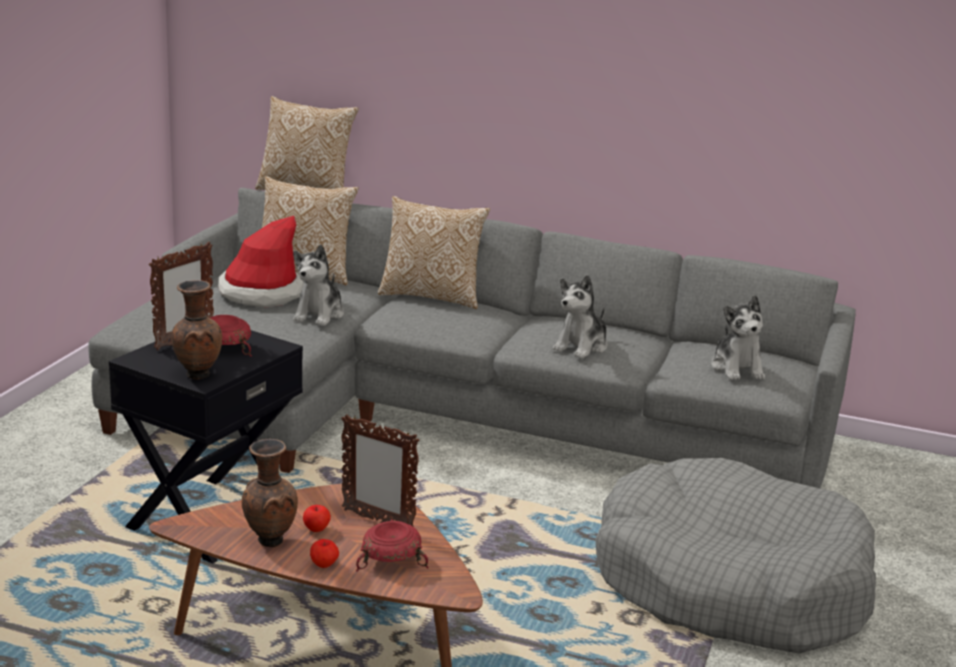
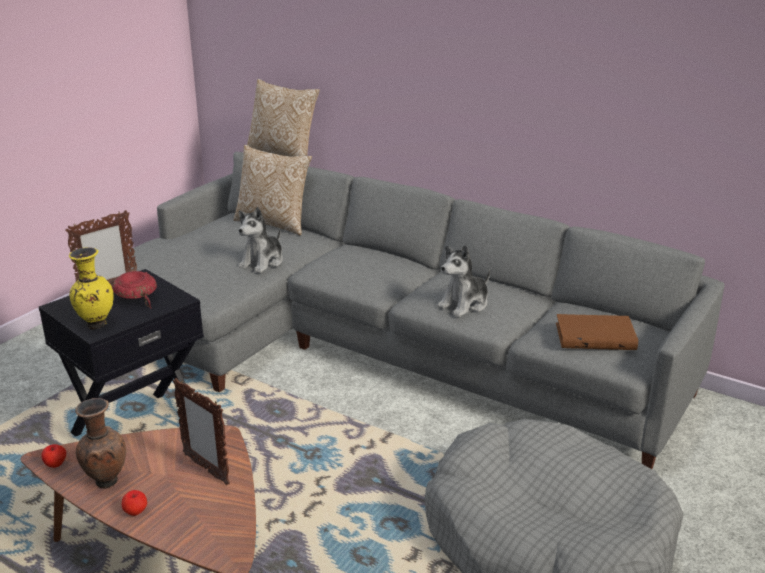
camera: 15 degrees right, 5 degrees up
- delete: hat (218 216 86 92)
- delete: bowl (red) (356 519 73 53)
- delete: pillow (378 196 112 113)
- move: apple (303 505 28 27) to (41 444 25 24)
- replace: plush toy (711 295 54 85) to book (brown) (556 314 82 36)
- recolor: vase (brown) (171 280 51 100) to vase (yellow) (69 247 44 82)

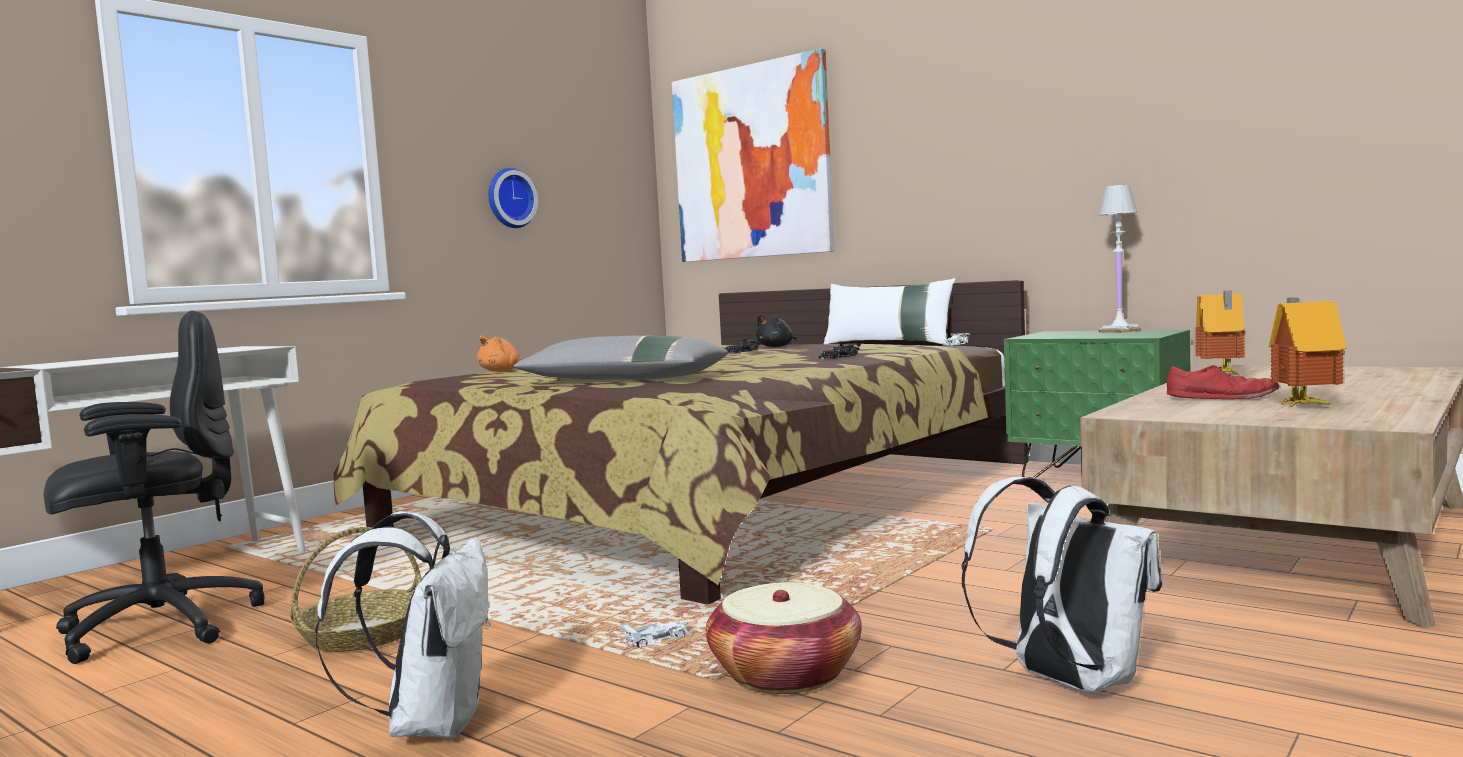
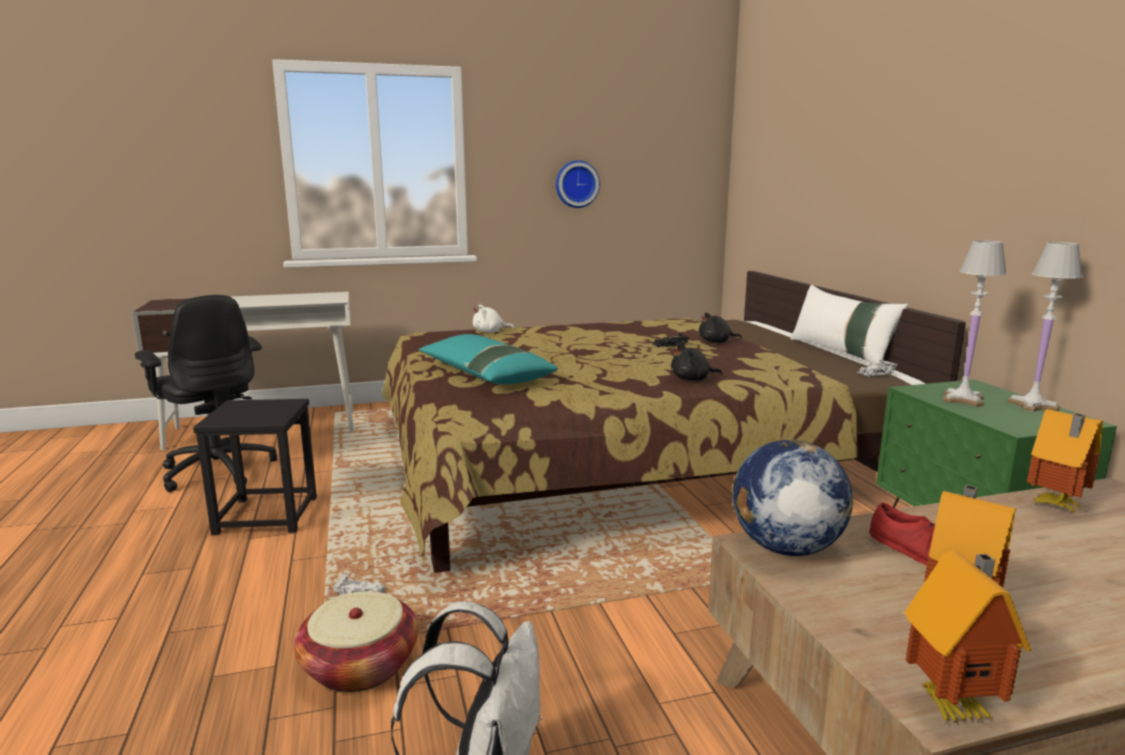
camera: 35 degrees right, 10 degrees up
- delete: backpack (white) (315 511 176 227)
- delete: picture (672 48 163 214)
- insert: globe (732 440 122 116)
- insert: toy house (904 551 127 172)
- insert: table lamp (white) (942 240 65 167)
- replace: basket (291 527 131 125) to stool (black) (193 399 124 136)
- replace: toy car (black) (819 343 42 16) to plush toy (black) (671 344 52 37)
- recolor: plush toy (orange) (477 336 48 36) to plush toy (white) (473 304 41 29)
- recolor: pillow (grey) (513 336 215 44) to pillow (turquoise) (419 334 139 50)
- rotate: office chair (black) (44 310 221 354) = (135 295 142 197) 45 degrees clockwise

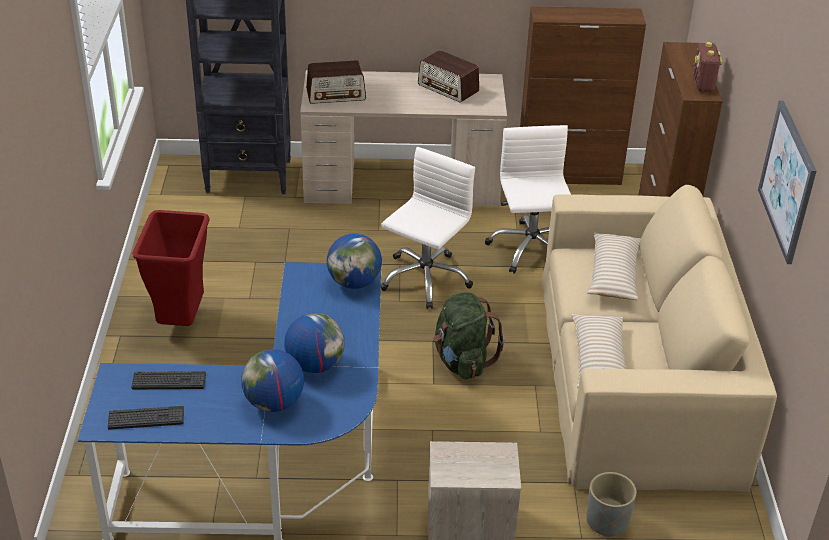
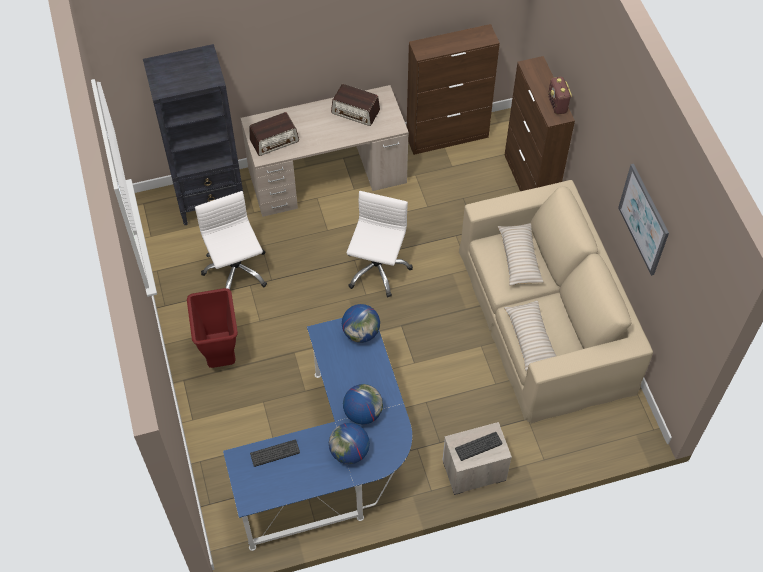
camera: 15 degrees left, 20 degrees up
- delete: backpack (green) (433 292 72 87)
- delete: planter (grey) (587 472 50 65)
- move: keyboard (108 406 76 24) to (455 432 47 29)
- move: office chair (white) (485 125 86 149) to (195 191 72 98)

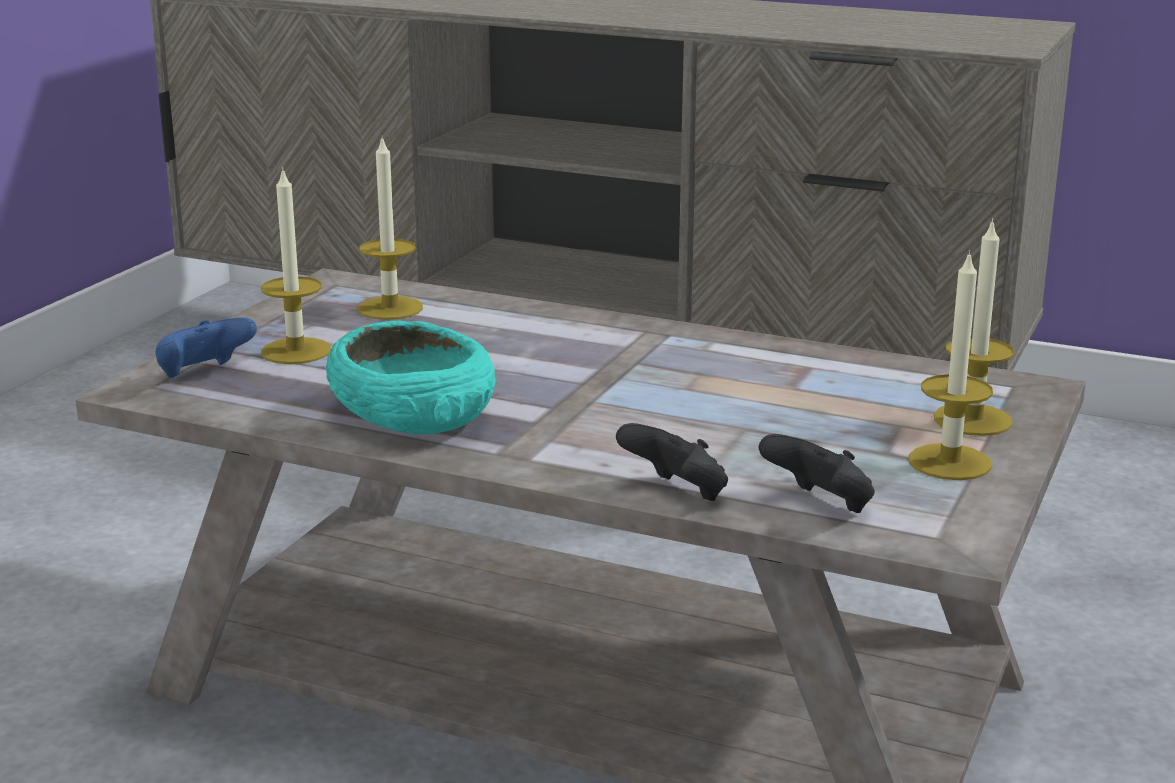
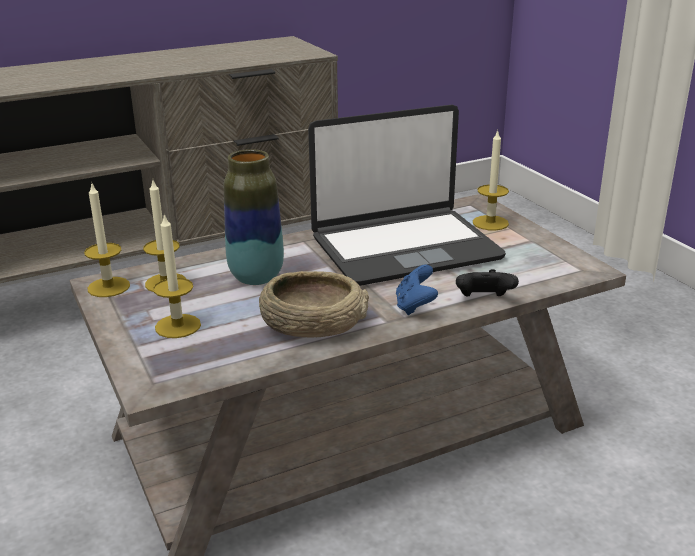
camera: 50 degrees left, 5 degrees up
- delete: game controller (black) (759 434 116 79)
- insert: vase (224 149 60 136)
- insert: laptop (308 105 198 181)
- move: game controller (blue) (155 317 102 61) to (396 265 42 50)
- move: candle (909 250 84 230) to (84 182 46 115)
- recolor: bowl (turquoise) (326 320 170 114) to bowl (beige) (259 271 110 67)

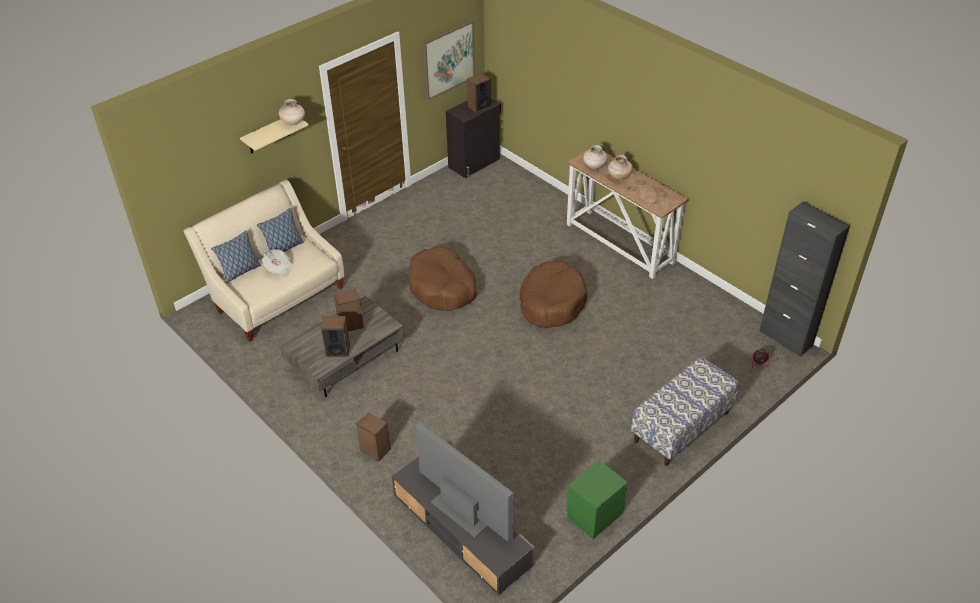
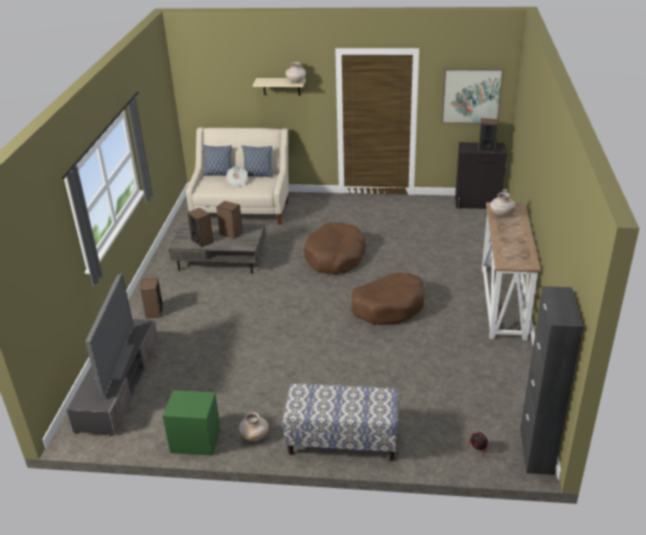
camera: 50 degrees right, 10 degrees down
- move: vase (beige) (608 155 25 25) to (239 412 29 29)

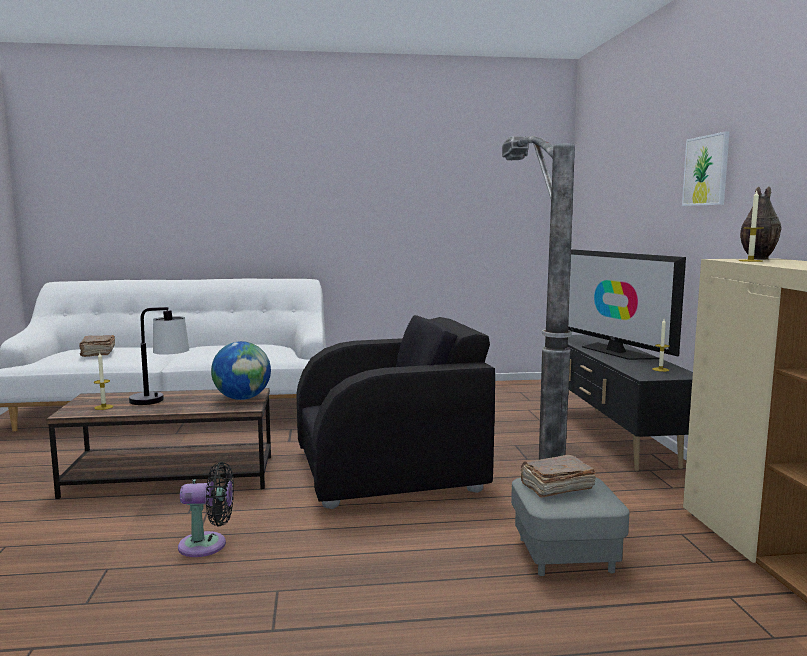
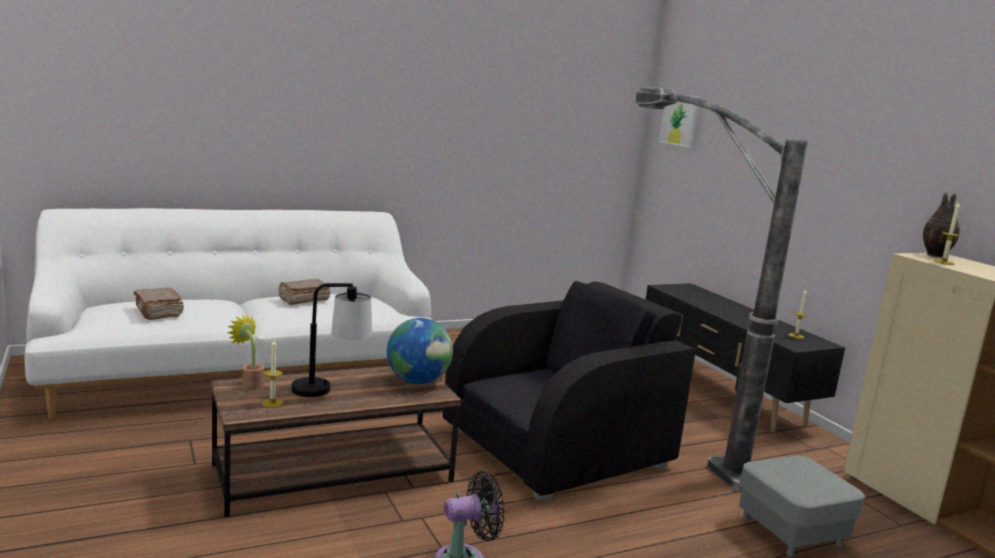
camera: 20 degrees left, 5 degrees up
- delete: television (568 249 118 111)
- insert: potted plant (227 314 37 75)
- move: book (brown) (520 455 76 43) to (279 279 52 26)
- move: picture (682 131 48 75) to (659 95 41 53)

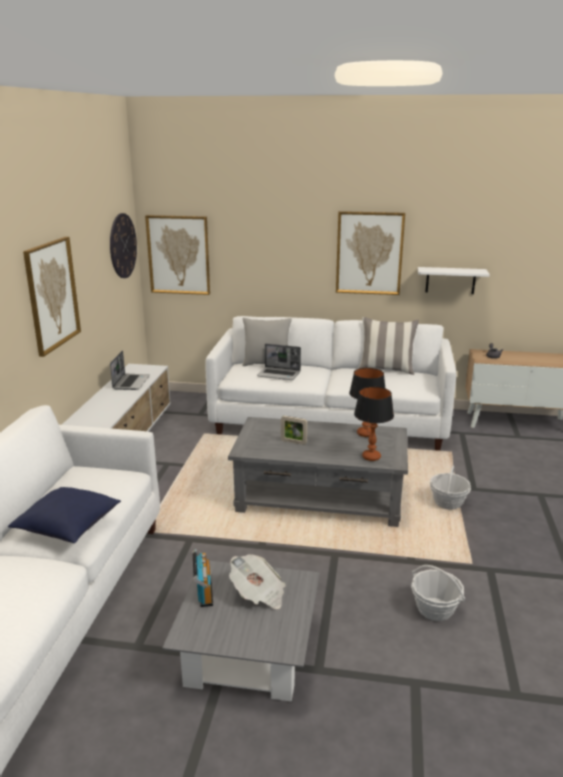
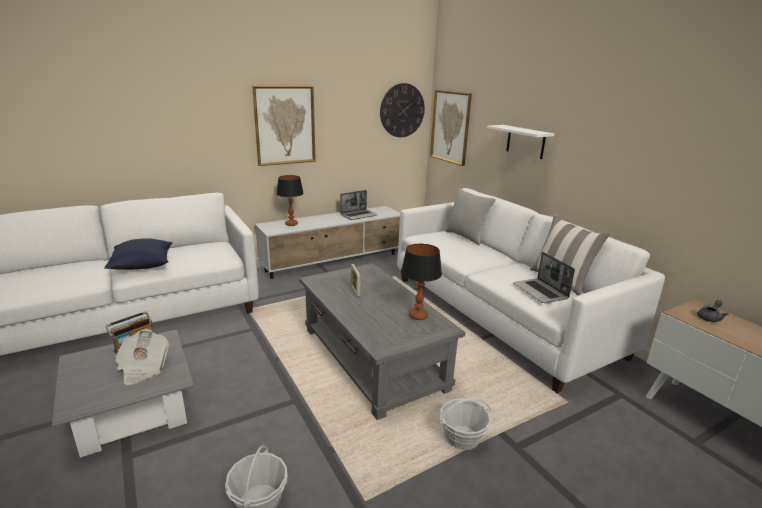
camera: 50 degrees right, 0 degrees up
- delete: picture (336 211 69 84)
- move: laptop (257 344 44 36) to (513 252 62 51)
- move: table lamp (354 387 40 74) to (276 175 28 51)
- move: shelf (white) (418 267 72 27) to (487 125 67 34)

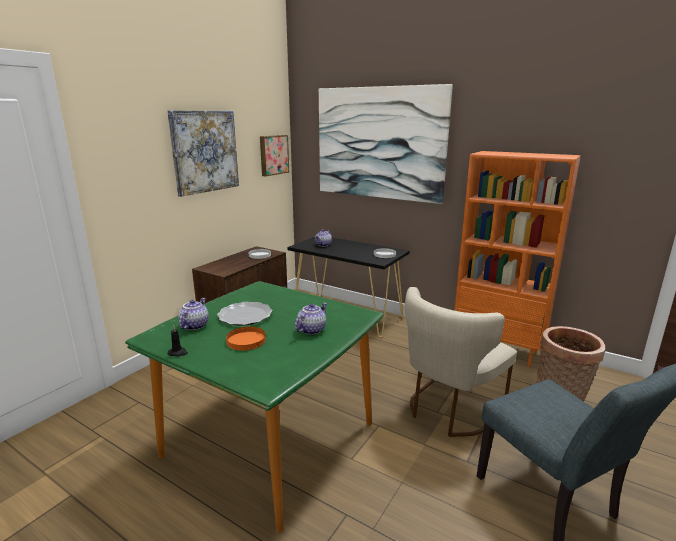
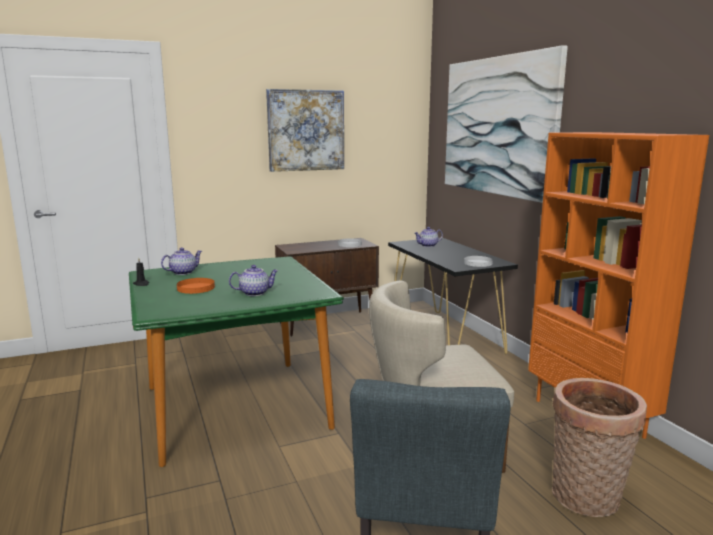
camera: 35 degrees right, 5 degrees down
- delete: plate (217 302 55 24)
- delete: picture (260 135 29 41)

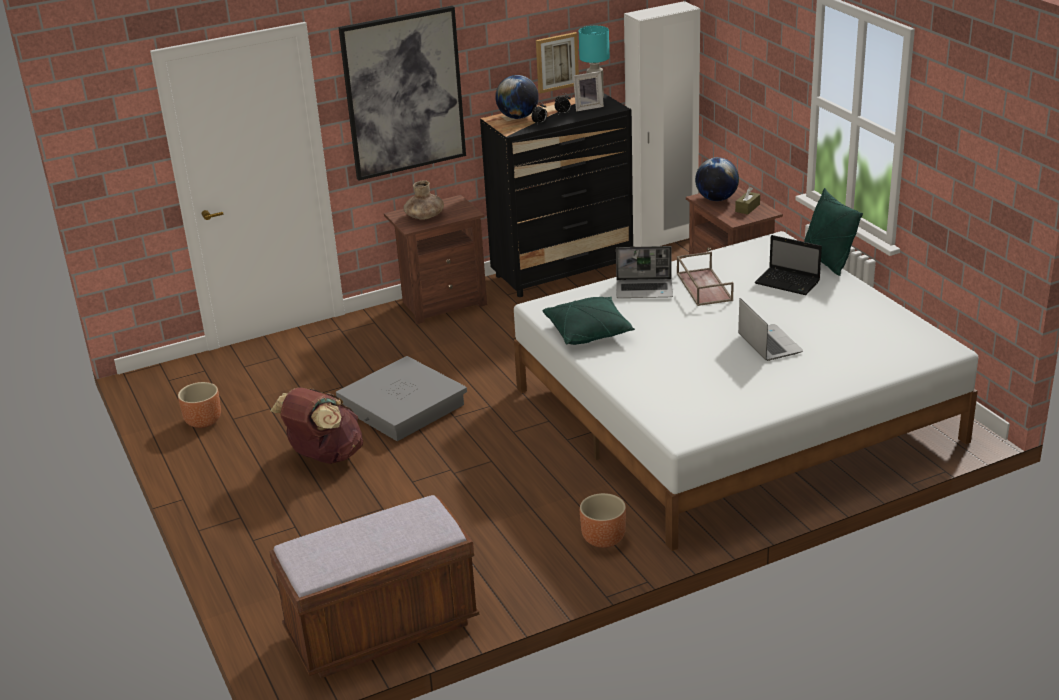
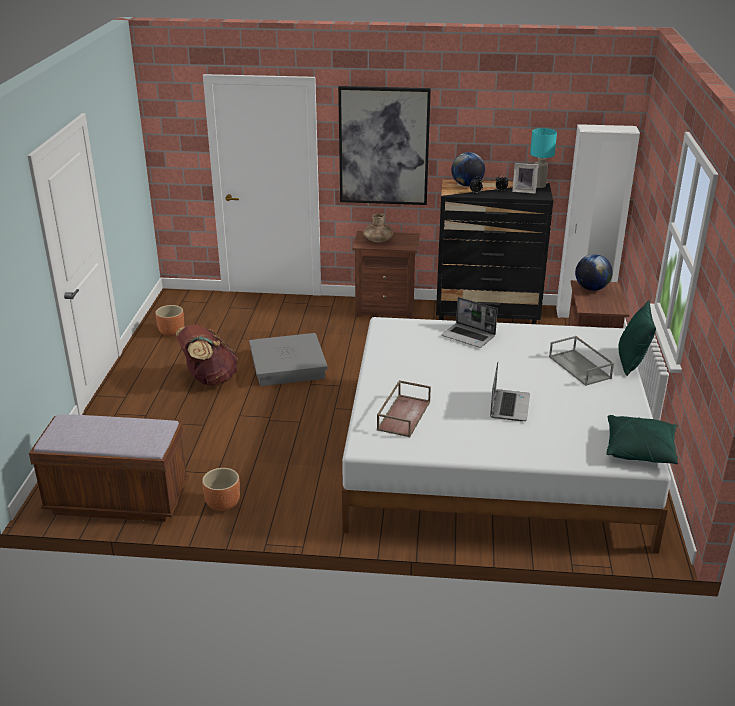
camera: 30 degrees right, 0 degrees up
- delete: picture (536 32 43 61)
- delete: tissue box (brown) (735 187 25 27)
- move: pillow (green) (543 297 92 48) to (607 415 72 49)
- move: planter (brown) (580 493 46 55) to (202 468 38 43)
- move: tray (brown) (677 252 57 54) to (377 380 54 57)
- replace: laptop (754 235 68 60) to tray (grey) (549 336 65 50)

